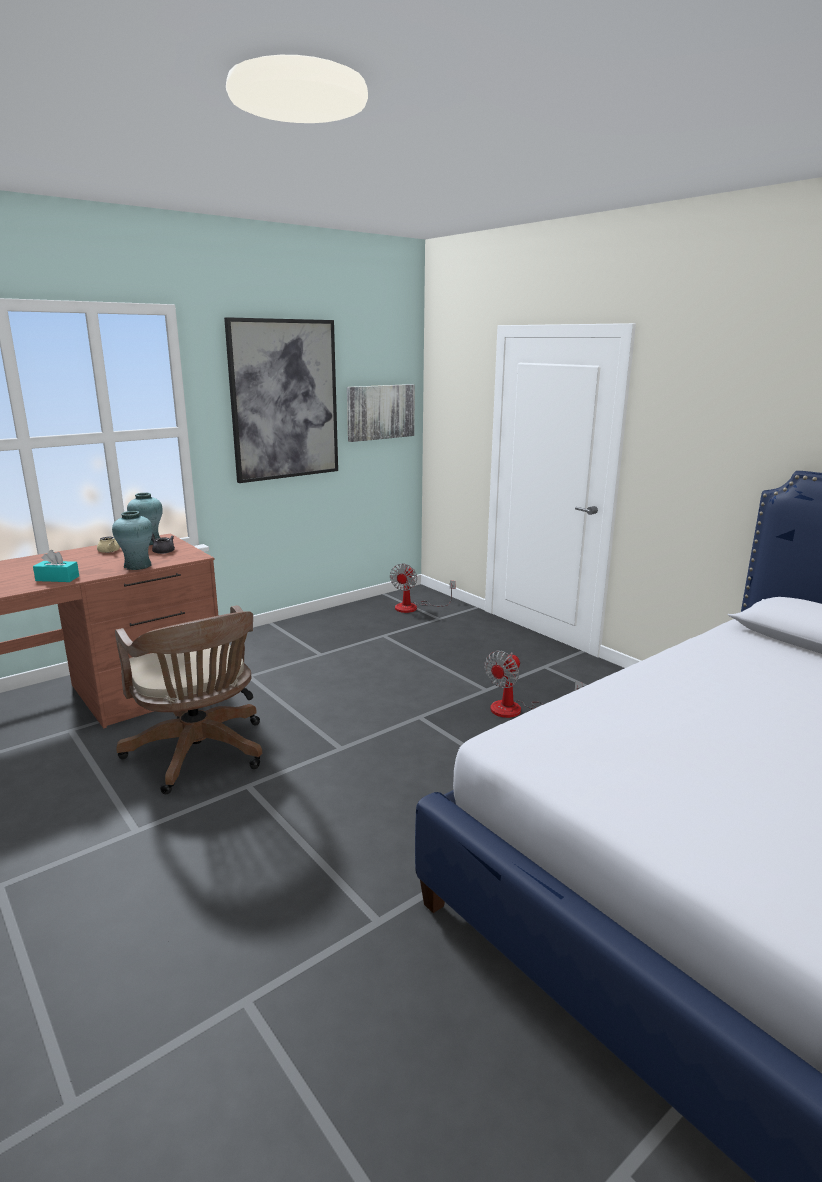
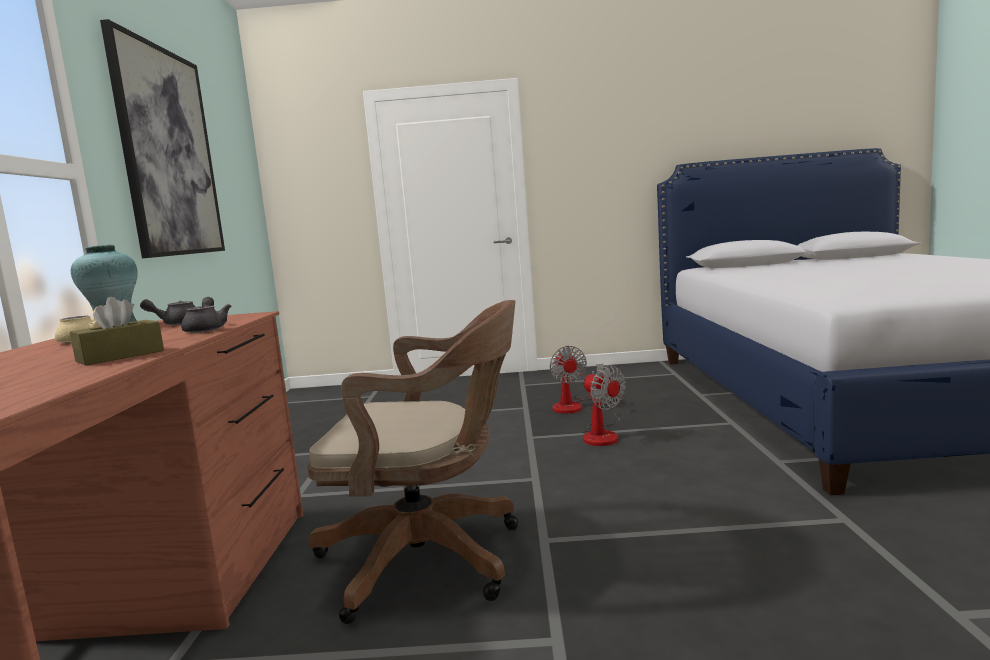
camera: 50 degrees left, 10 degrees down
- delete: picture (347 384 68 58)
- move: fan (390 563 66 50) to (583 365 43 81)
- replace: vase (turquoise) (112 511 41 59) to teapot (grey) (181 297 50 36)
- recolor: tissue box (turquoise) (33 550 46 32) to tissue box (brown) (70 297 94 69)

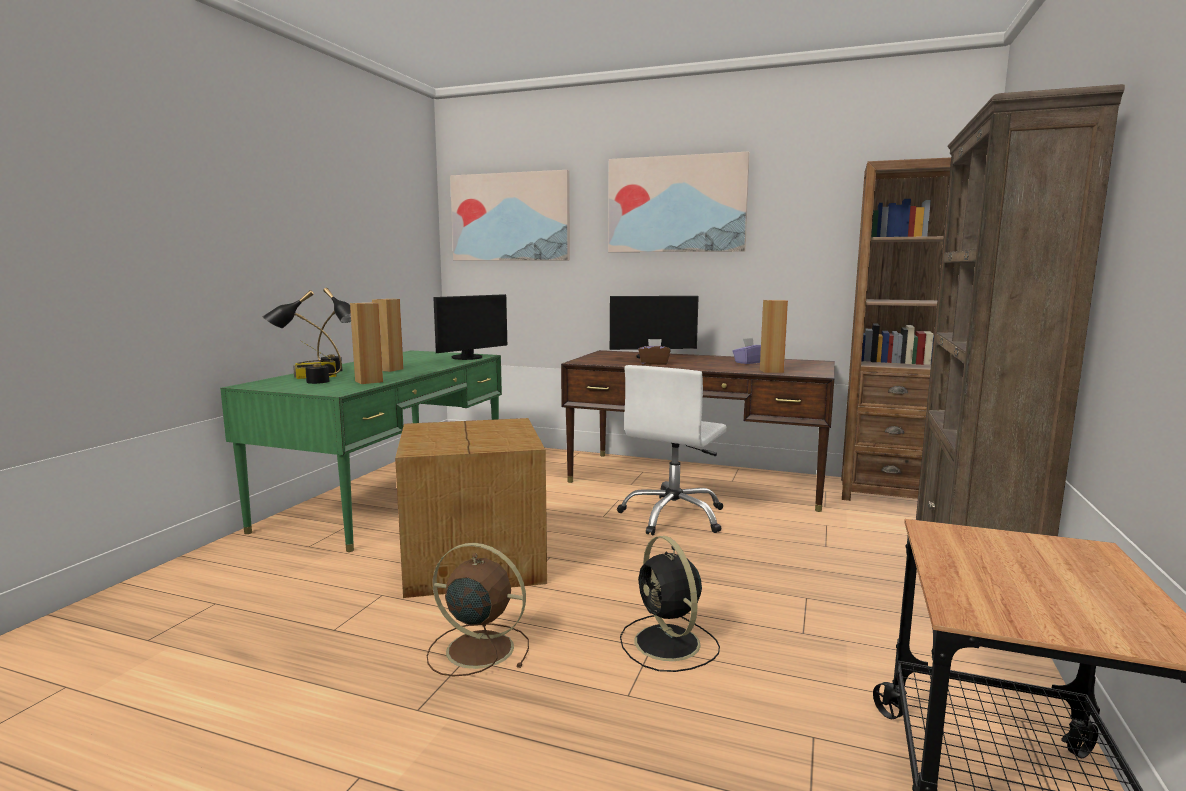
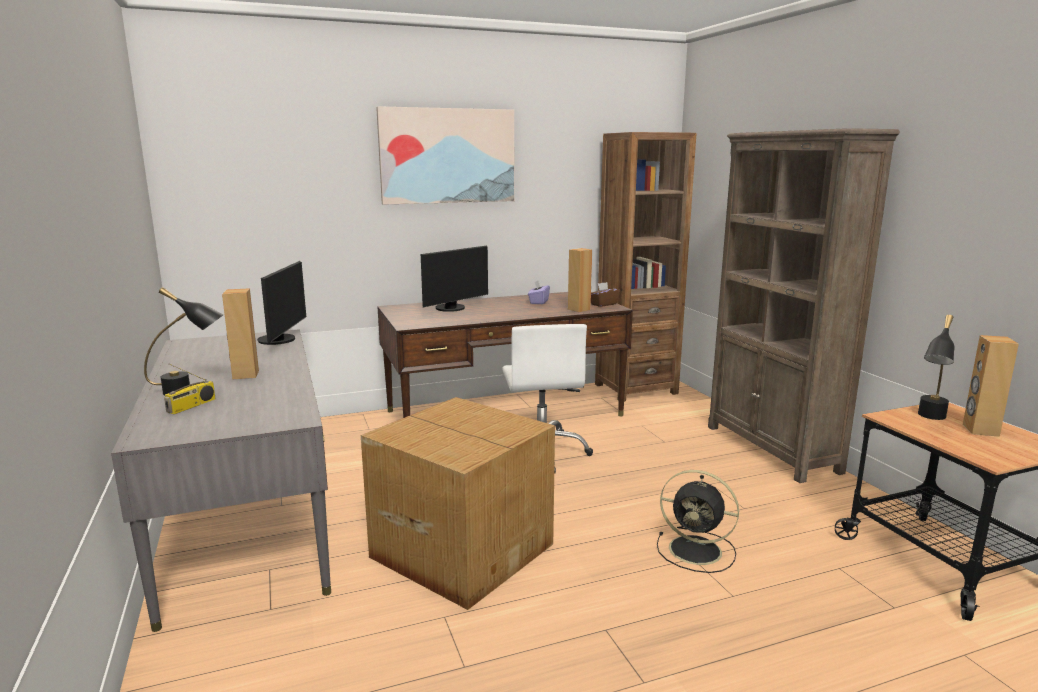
camera: 40 degrees left, 5 degrees up
- delete: fan (brown) (427 543 102 134)
- delete: picture (450 170 120 91)
- move: table lamp (black) (263 290 79 94) to (918 315 37 105)
- move: speaker (brown) (350 302 33 82) to (963 335 56 102)
- move: tissue box (brown) (638 339 33 26) to (591 282 29 25)
- recolor: desk (green) (220 351 282 201) to desk (grey) (111 329 220 303)

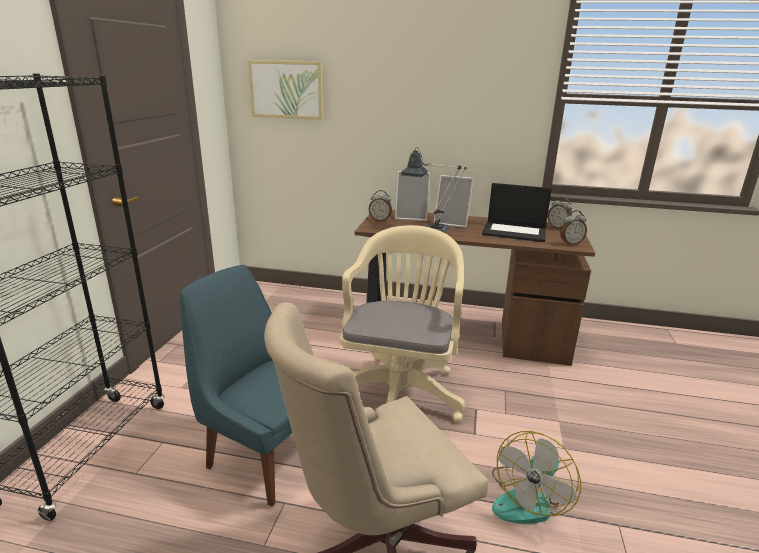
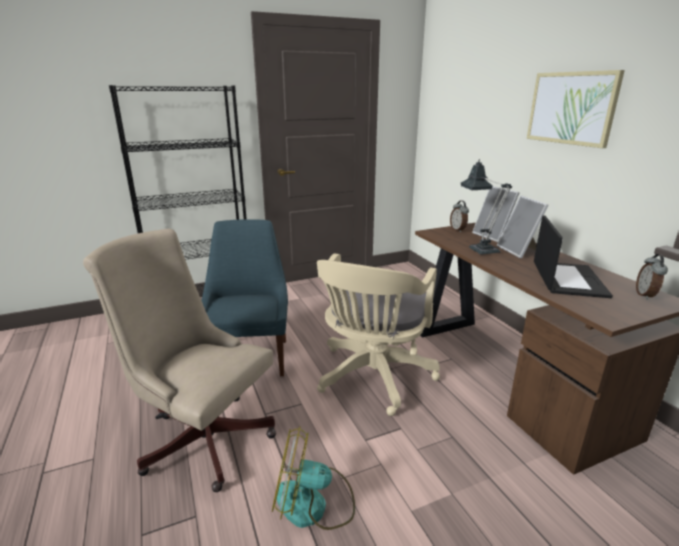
camera: 55 degrees right, 0 degrees up
- delete: alarm clock (560 210 27 35)
- move: picture (248 60 75 60) to (527 70 98 78)
- rotate: office chair (beige) (339 225 126 197) = (317 253 123 163) 135 degrees clockwise
- rotate: laptop (482 183 70 59) = (534 216 79 82) 150 degrees counterclockwise

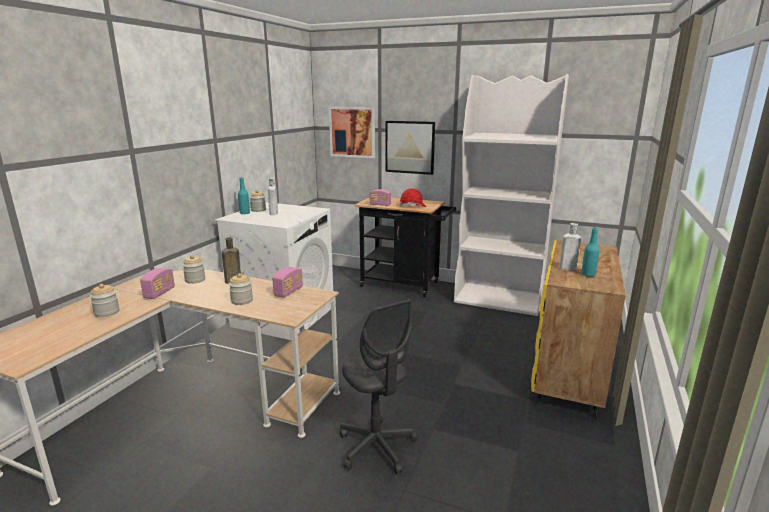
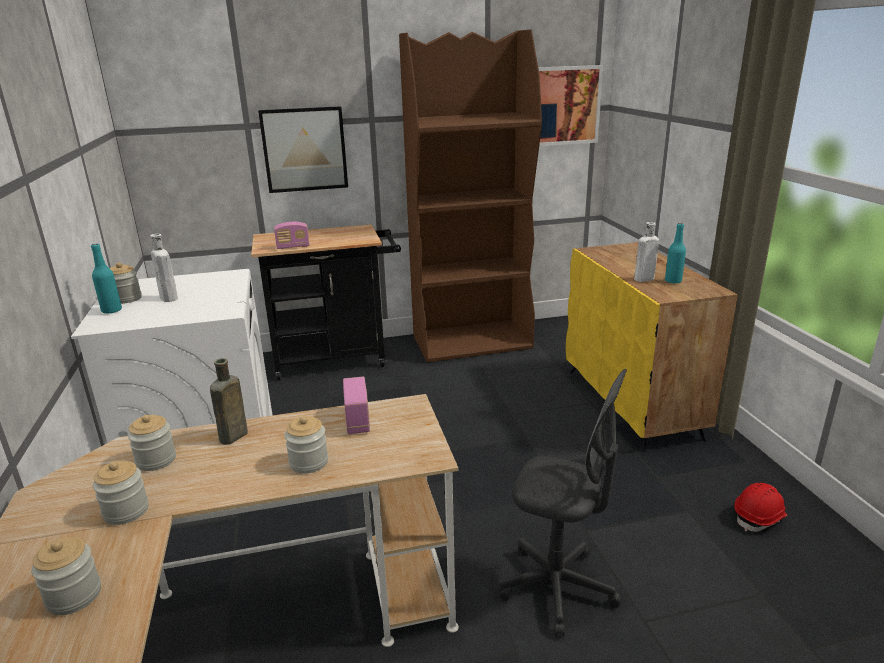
camera: 35 degrees left, 5 degrees up
- move: picture (329 107 46 51) to (538 65 65 81)
- move: hard hat (red) (399 188 27 19) to (734 483 53 49)
- replace: radio (140 268 35 31) to jar (93 461 56 64)
- recolor: bookcase (white) (454 74 115 242) to bookcase (brown) (399 30 143 332)

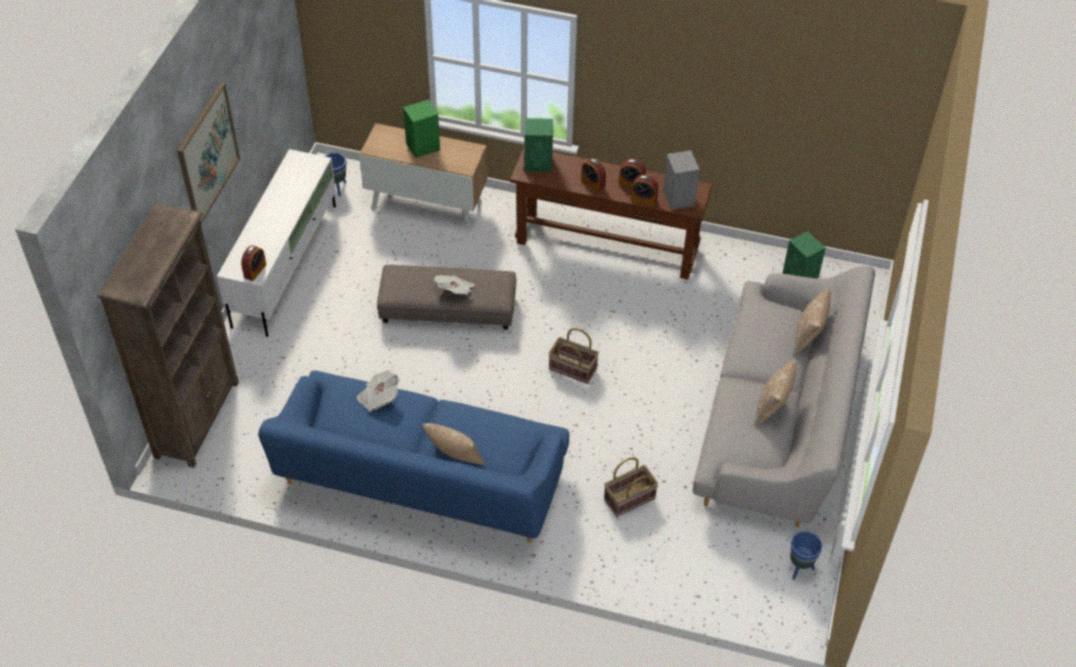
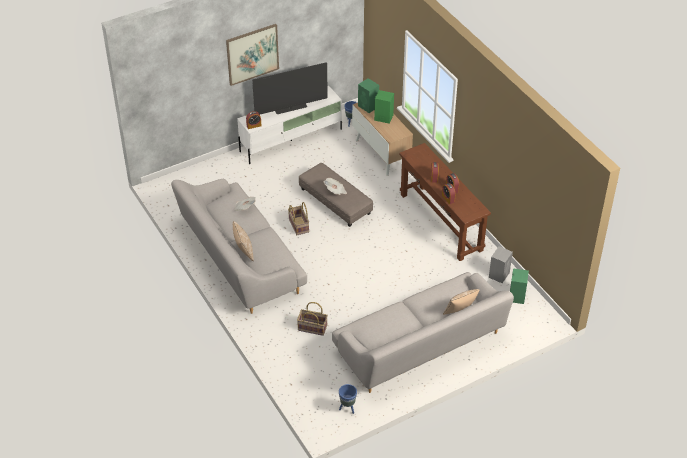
camera: 45 degrees right, 5 degrees down
- delete: bookcase (brown) (97 203 142 265)
- delete: pillow (754 359 43 68)
- insert: television (252 62 76 52)
- move: speaker (green) (524 118 29 54) to (358 78 21 35)
- move: basket (549 328 50 56) to (288 202 21 33)
- move: speaker (grey) (663 150 37 60) to (489 246 24 37)
- recolor: sofa (blue) (258 370 311 173) to sofa (grey) (171 179 136 135)

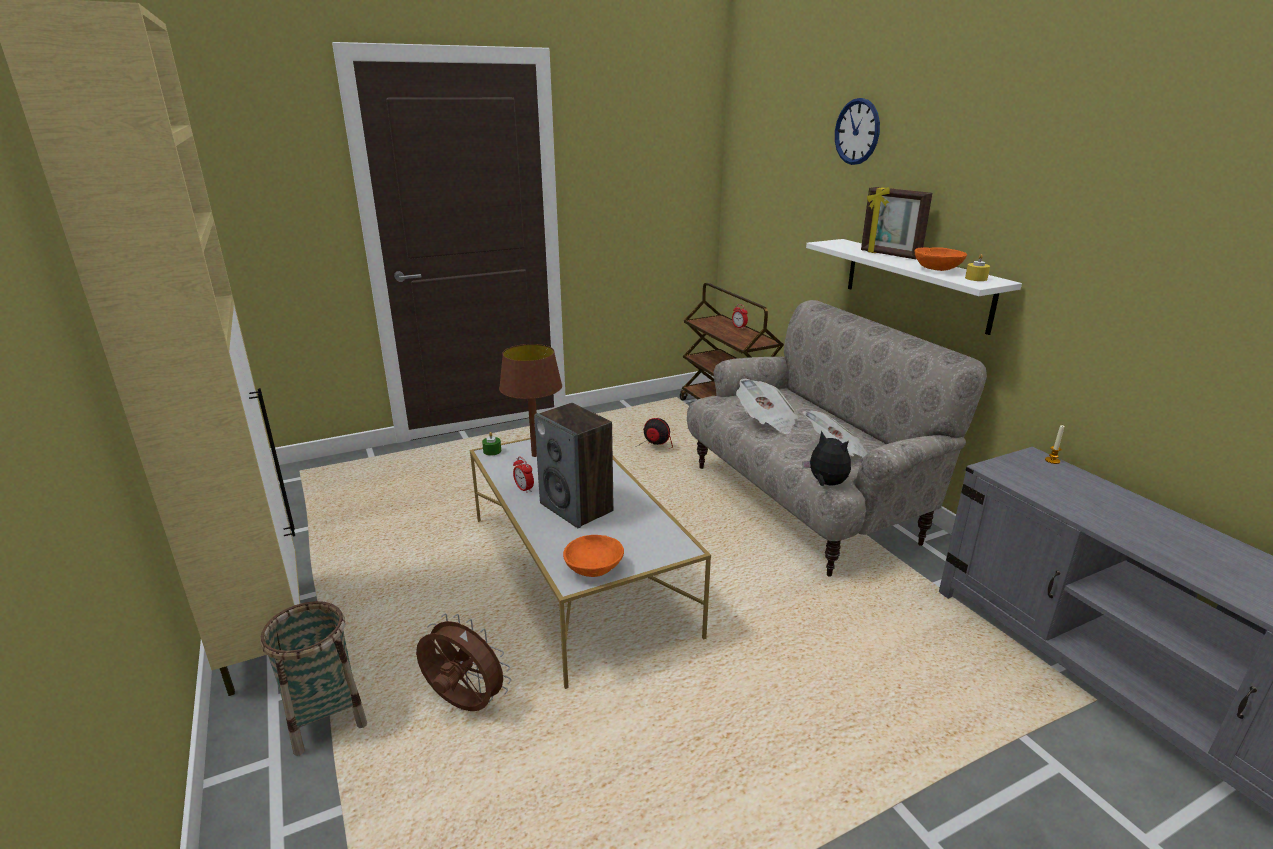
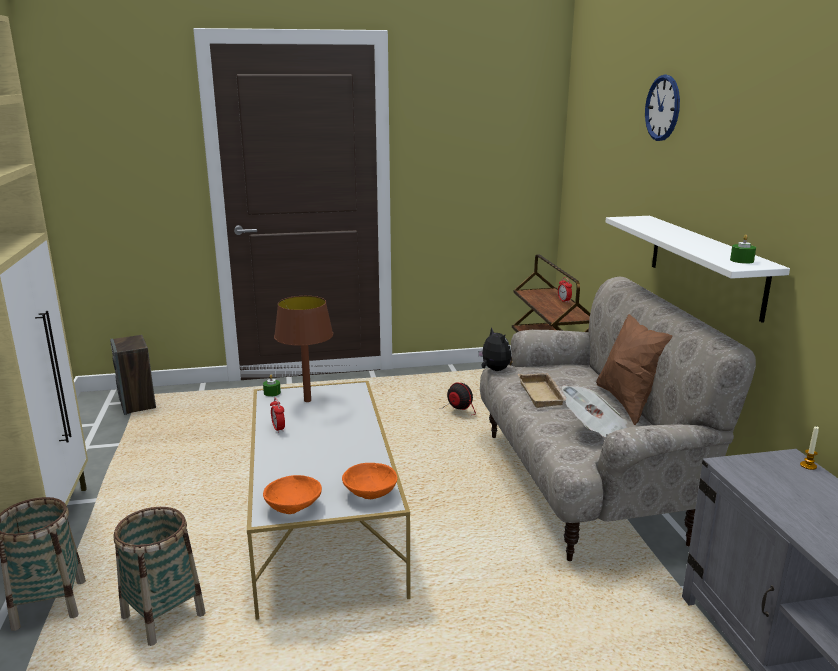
camera: 15 degrees right, 5 degrees down
- delete: picture frame (861 187 71 72)
- insert: pillow (brown) (596 314 77 111)
- move: speaker (534 403 79 125) to (110 335 46 80)
- move: plush toy (803 431 48 55) to (478 327 33 44)
- move: bowl (orange) (915 247 52 24) to (342 463 56 36)
- replace: fan (brown) (416 614 95 97) to basket (113 507 93 139)
- replace: newspaper (736 378 62 56) to tray (beige) (518 373 48 35)
- recolor: candle (yellow) (965 254 25 27) to candle (green) (730 235 26 29)

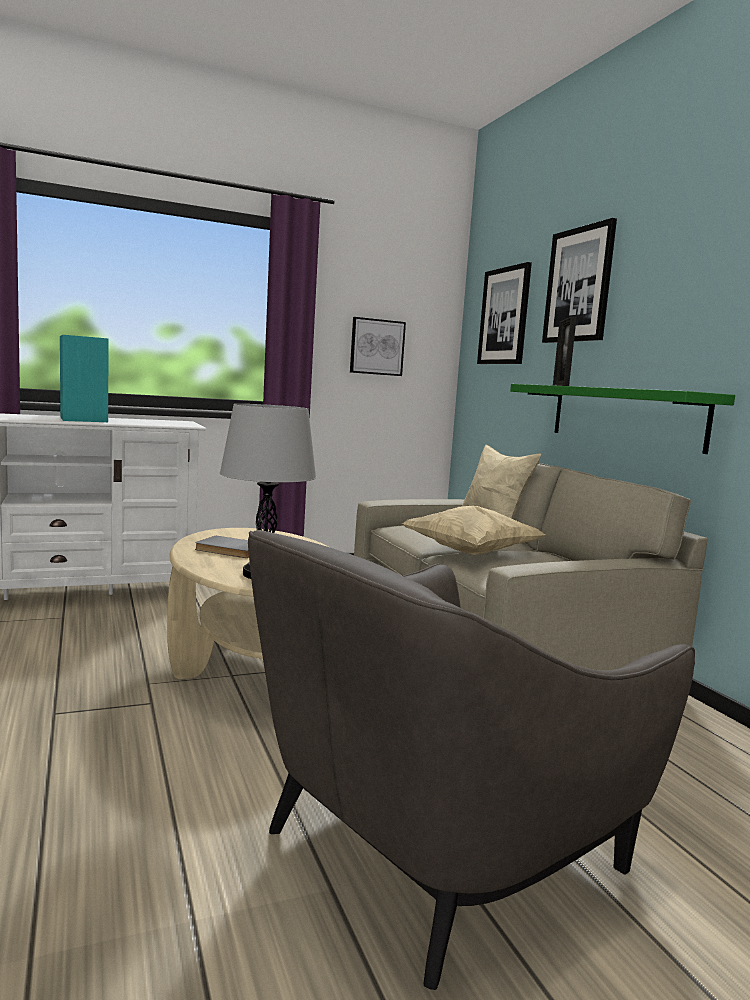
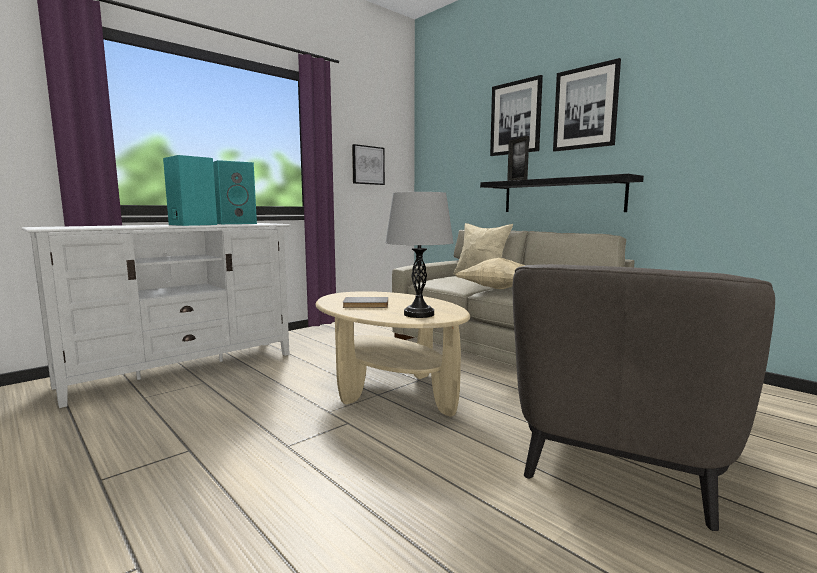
camera: 20 degrees left, 0 degrees up
- insert: speaker (turquoise) (213 160 44 64)
- move: picture (477 262 55 102) to (553 58 68 94)
- recolor: shelf (green) (510 384 225 70) to shelf (black) (480 174 164 38)

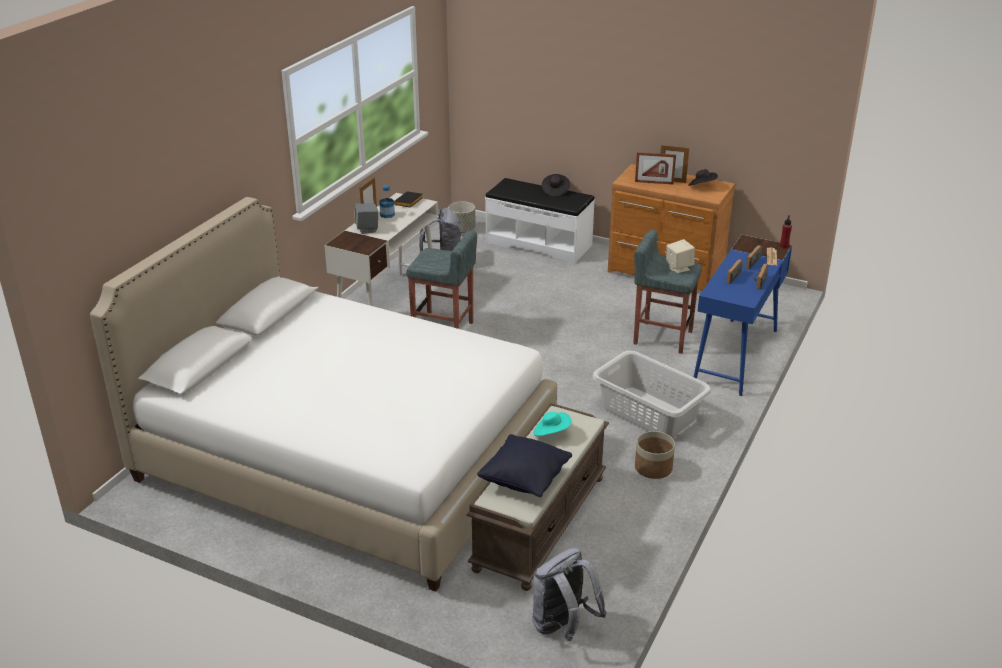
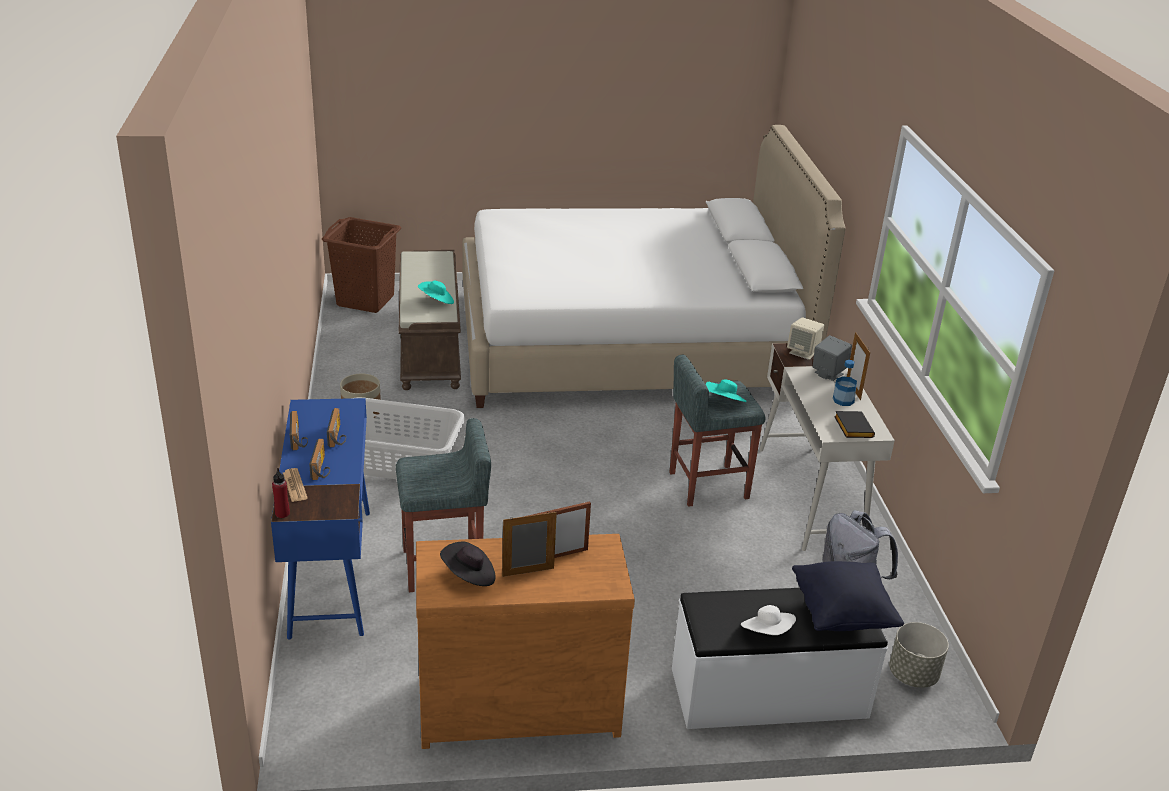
camera: 145 degrees right, 0 degrees up
- insert: hat (turquoise) (706 379 41 23)
- move: pillow (black) (477 434 95 63) to (792 561 112 70)
- move: speaker (beige) (666 239 29 34) to (787 317 37 43)
- replace: backpack (grey) (532 548 75 93) to laundry basket (brown) (322 217 79 96)
- recolor: hat (black) (542 174 28 23) to hat (white) (741 605 55 30)

